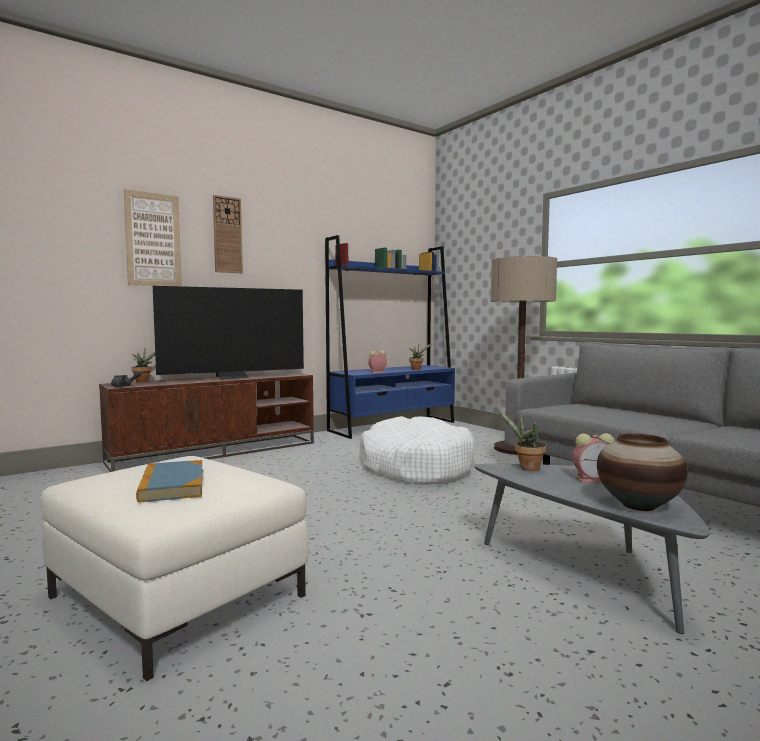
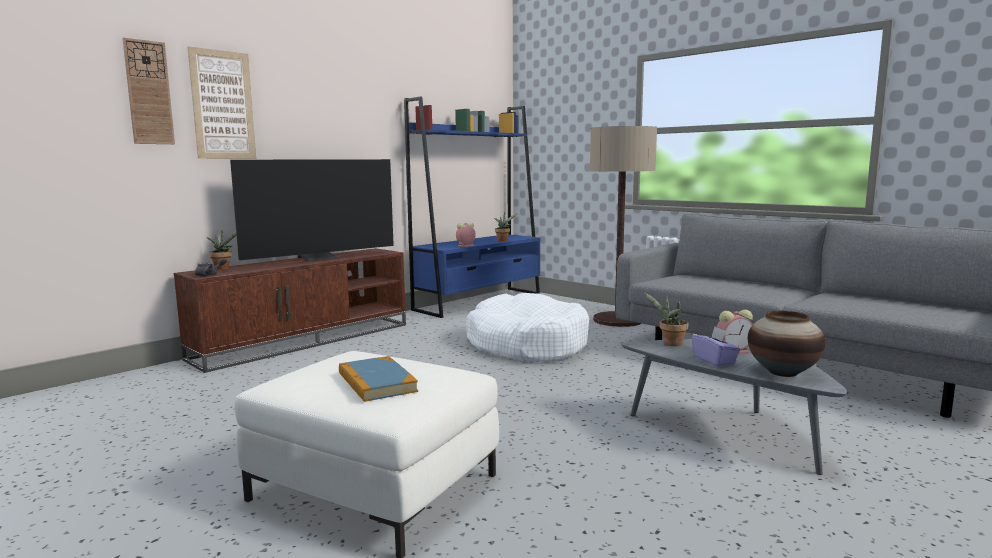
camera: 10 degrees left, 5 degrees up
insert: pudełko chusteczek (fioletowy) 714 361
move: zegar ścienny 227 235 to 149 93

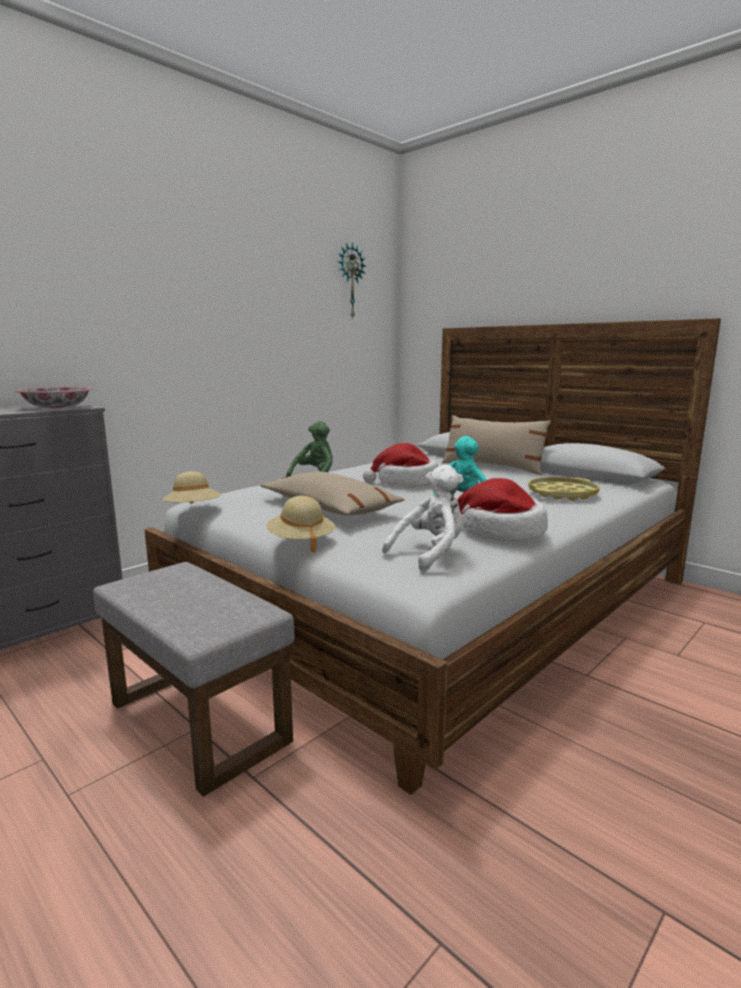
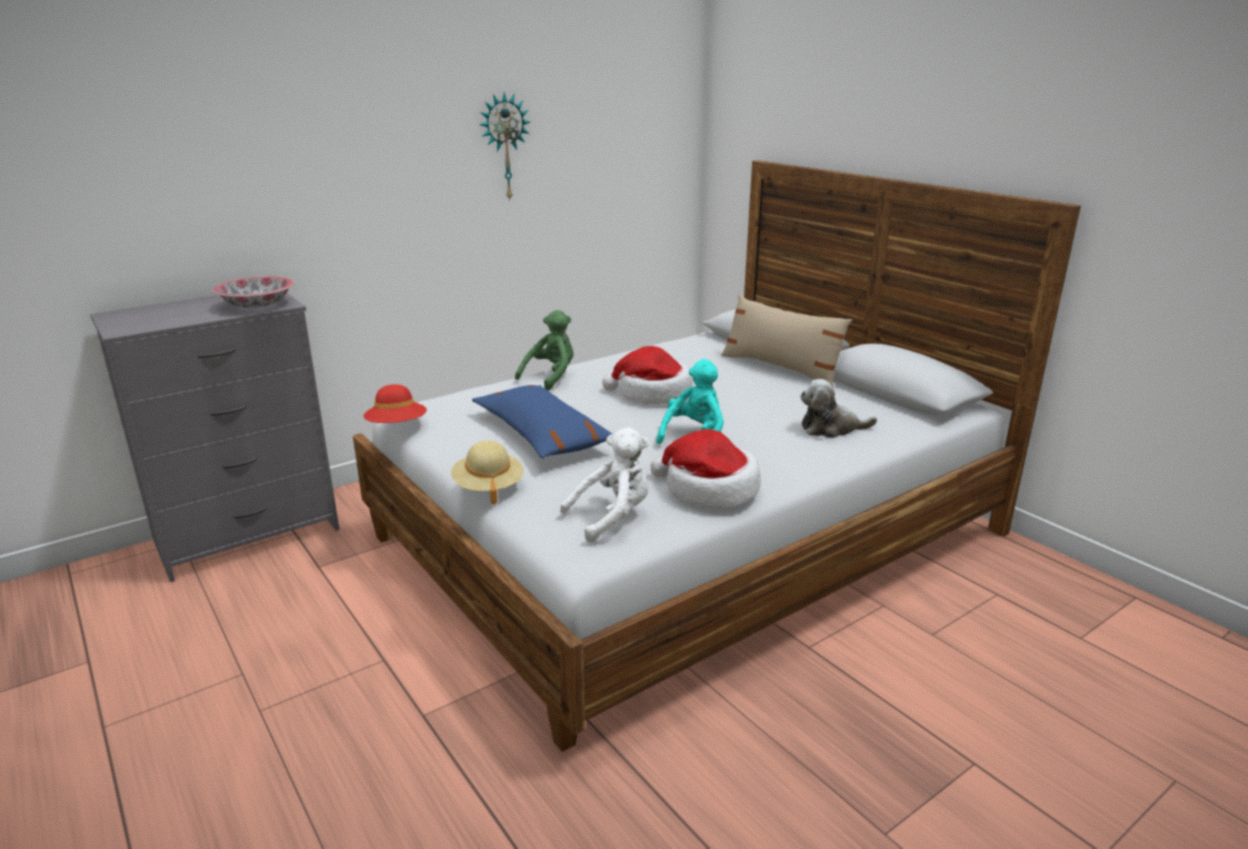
camera: 10 degrees right, 10 degrees up
delete: pufa (szary) 201 721
move: zegar ścienny 350 281 to 504 147
replace: taca (żółty) 562 494 to pluszak 831 428
recolor: kapelusz (beżowy) 193 510 to kapelusz (czerwony) 397 427; poduszka (beżowy) 329 508 to poduszka (niebieski) 542 435

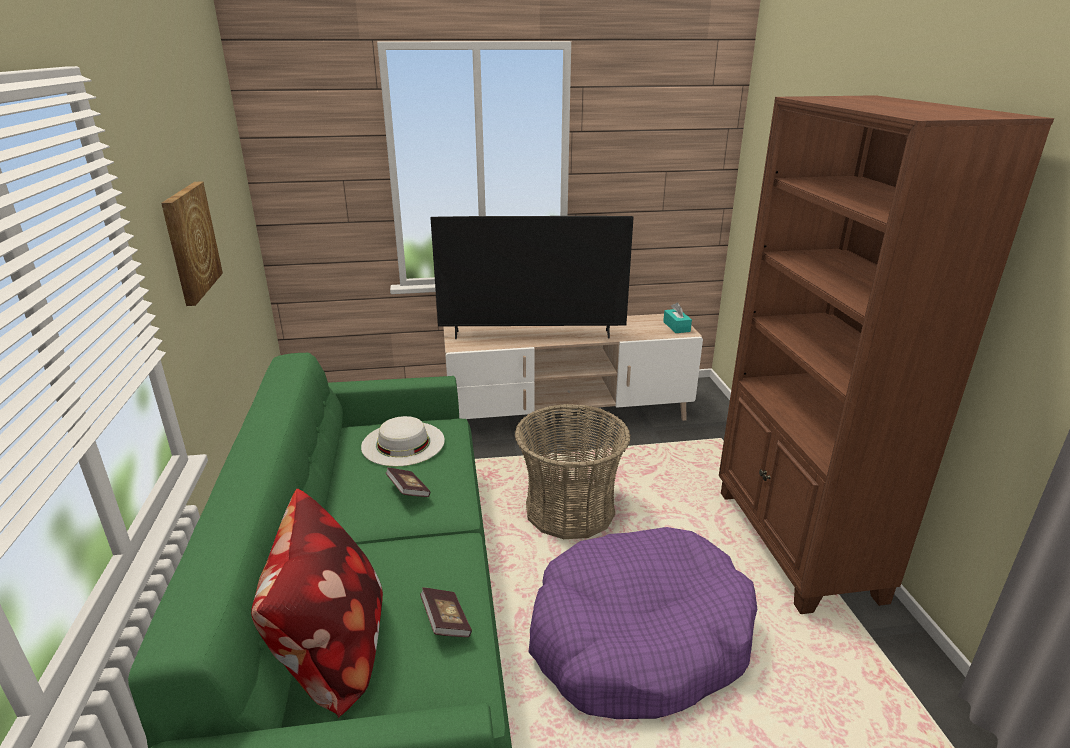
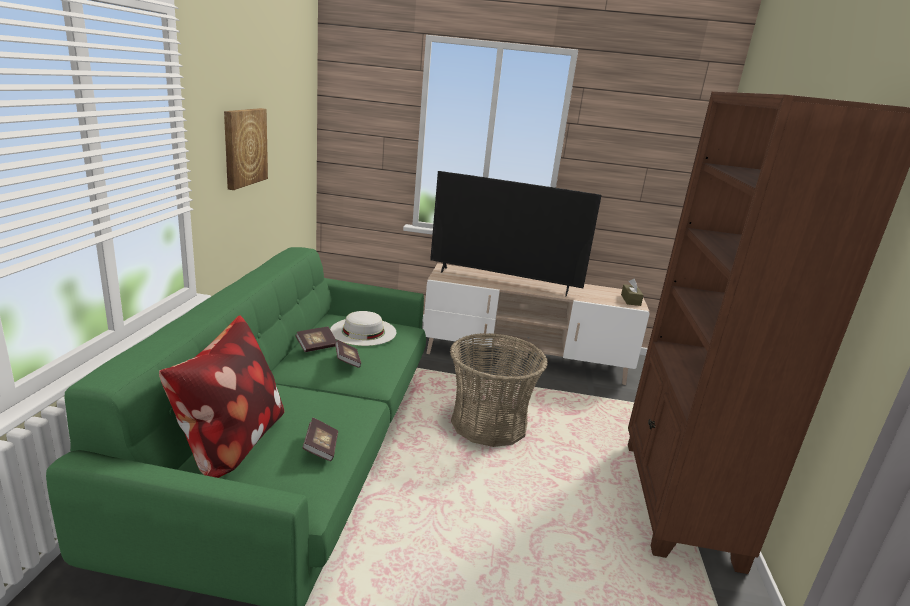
camera: 15 degrees right, 5 degrees down
delete: legowisko (fioletowy) 638 639
insert: książka 316 346
recolor: pudełko chusteczek (turkusowy) 676 327 to pudełko chusteczek (brązowy) 630 300

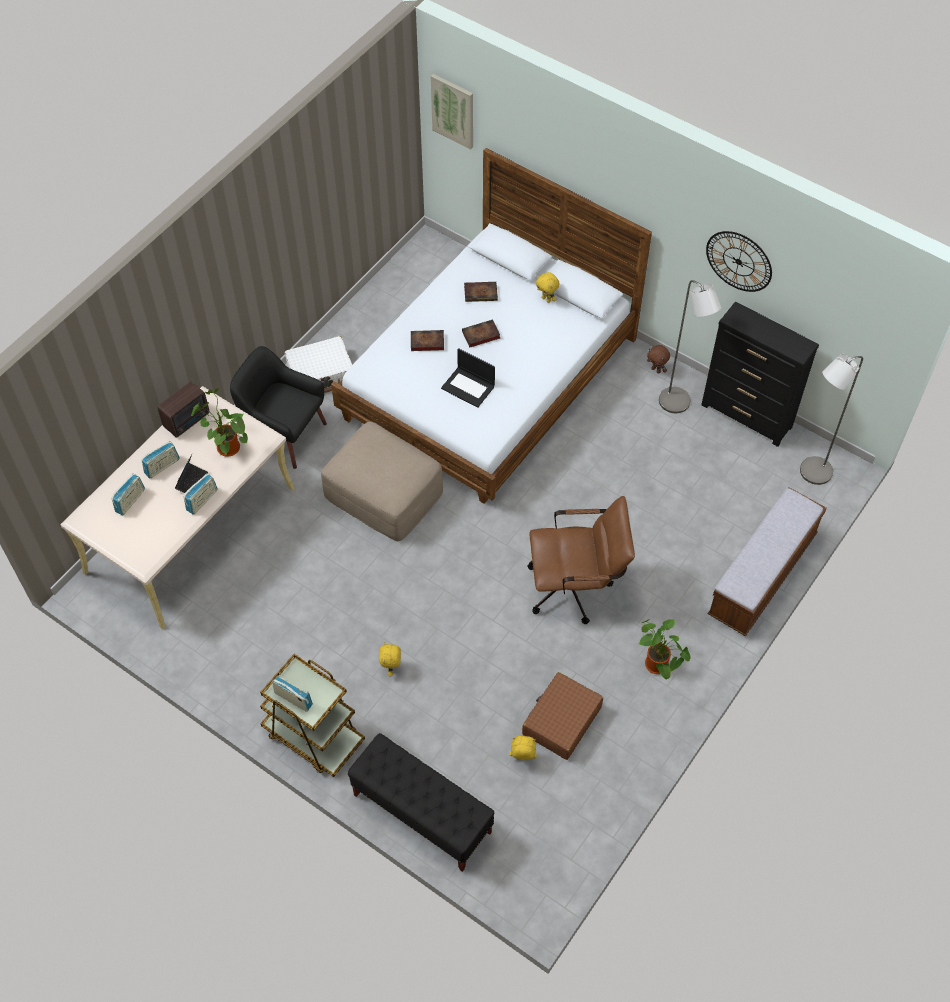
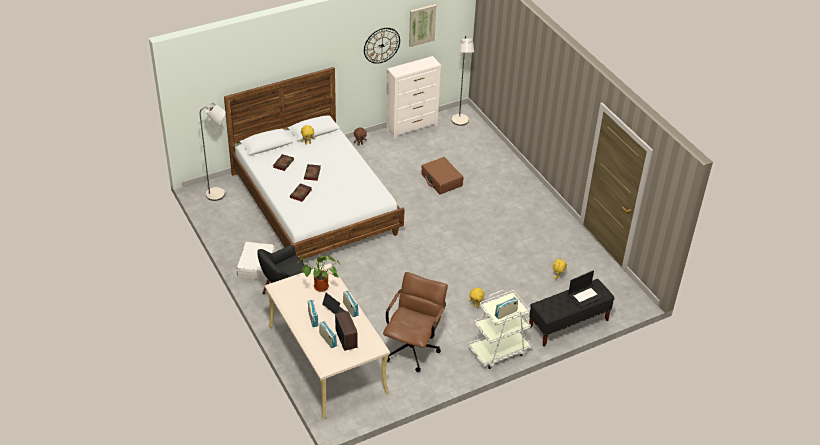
camera: 65 degrees left, 15 degrees down
delete: pufa (beżowy) 384 493; ławka 762 575; roślina doniczkowa 659 666
move: obraz 453 110 to 421 25; lampa stojąca (szary) 678 405 to 219 194; laptop 468 387 to 585 295; radio 188 420 to 346 338; krzesło biurowe (brązowy) 576 587 to 413 346; walizka (brązowy) 561 721 to 441 180
recolor: komoda (czarny) 747 416 to komoda (biały) 412 127; wózek (brązowy) 313 736 to wózek (biały) 499 351

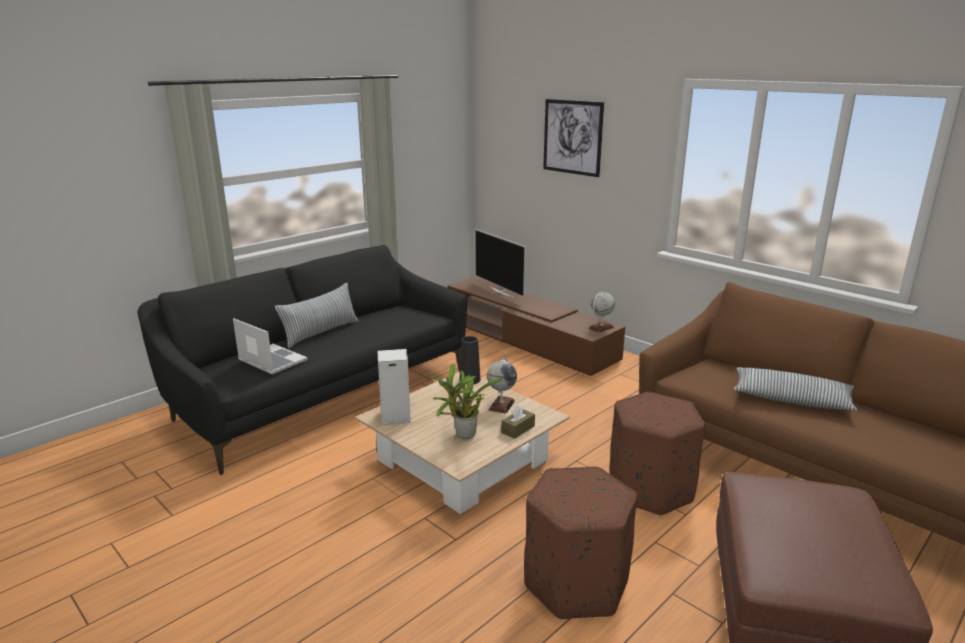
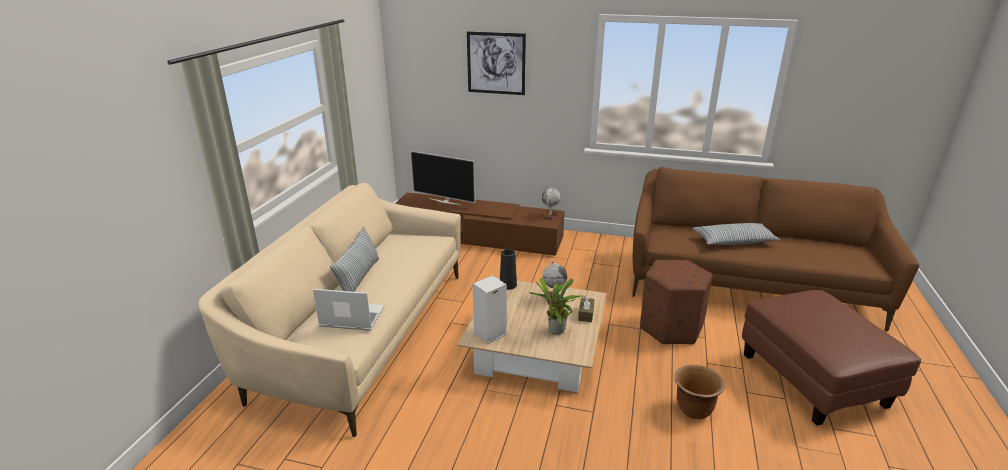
camera: 30 degrees left, 5 degrees up
replace: pufa (brązowy) 576 584 to donica (brązowy) 694 410
recolor: kanapa (czarny) 321 394 to kanapa (beżowy) 362 333

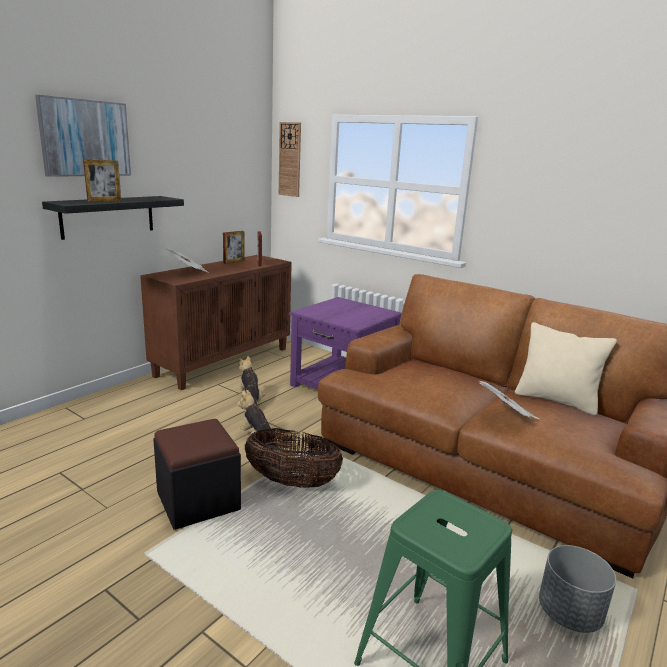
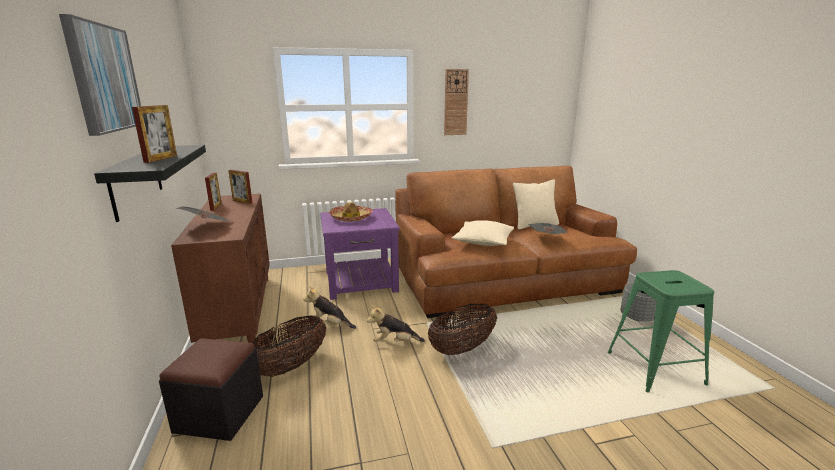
camera: 50 degrees left, 0 degrees up
insert: kapelusz 351 218; poduszka (beżowy) 483 242; koszyk 290 366
move: zegar ścienny 290 159 to 455 102; pufa (czarny) 198 501 to 219 414

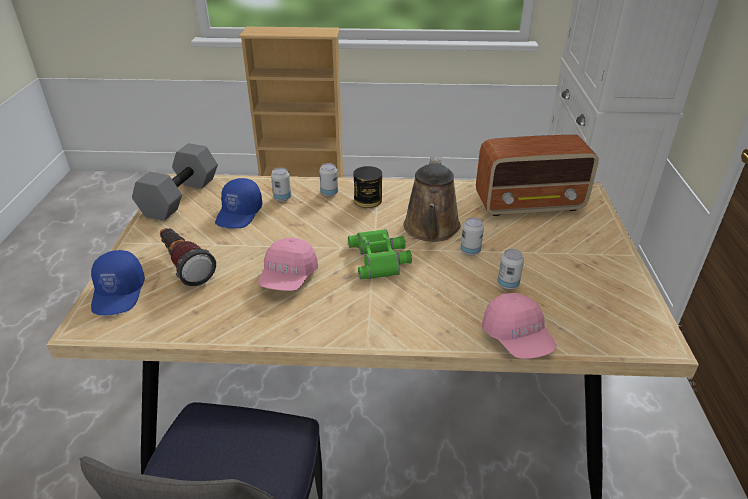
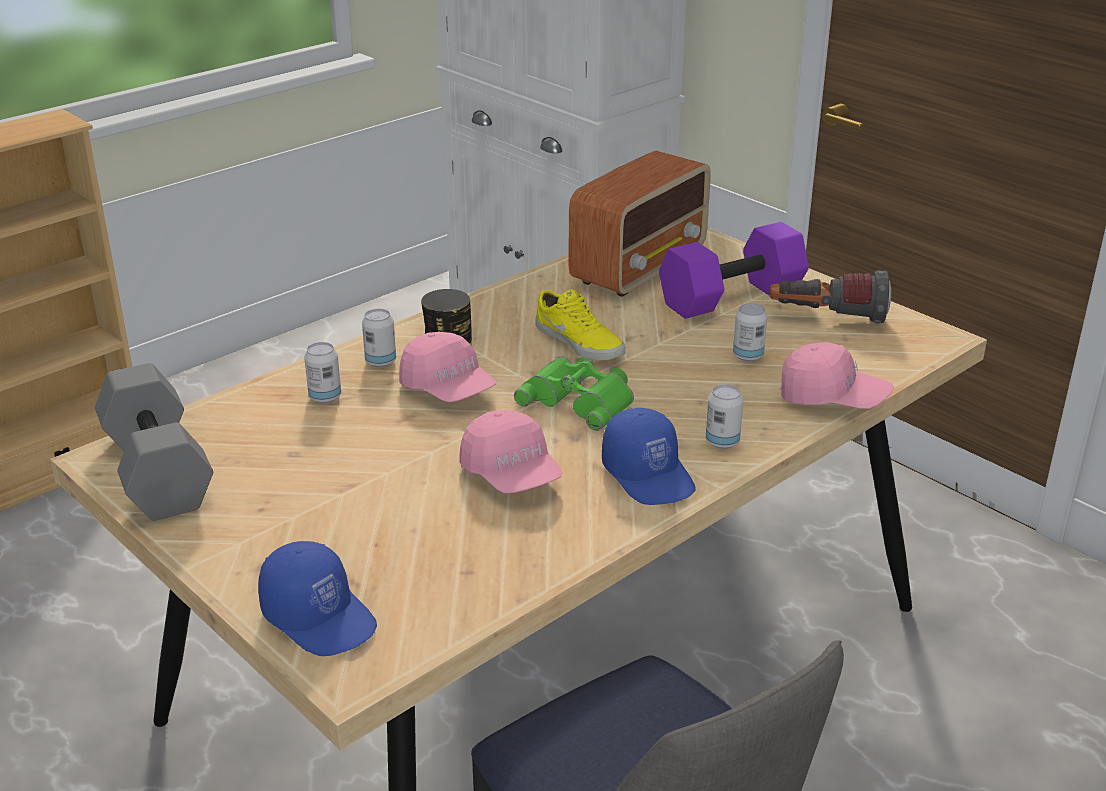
camera: 45 degrees left, 5 degrees down
insert: hantel (fioletowy) 731 298; czapka z daszkiem (różowy) 448 389
move: czapka z daszkiem (niebieski) 240 214 to 649 475; puszka 470 251 to 722 442; latarka 184 266 to 827 318
replace: konewka (brązowy) 431 229 to but (żółty) 581 342

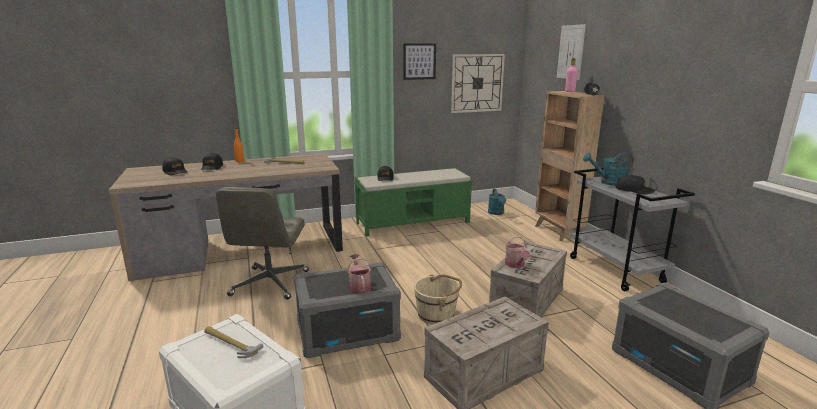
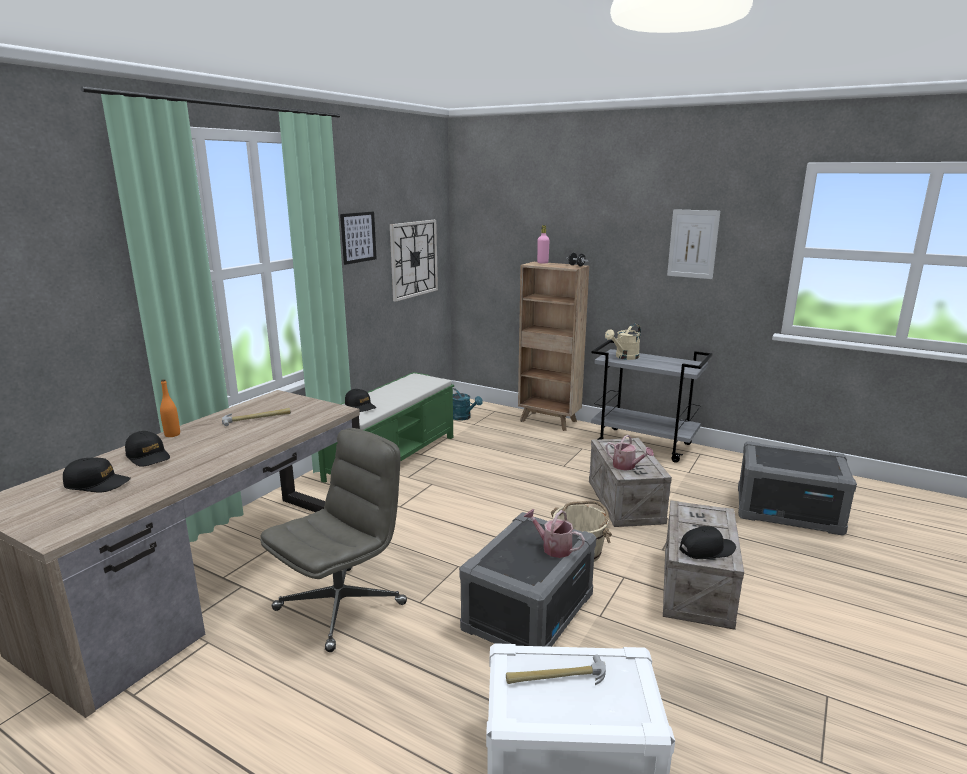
camera: 40 degrees left, 0 degrees up
move: obraz 570 52 to 693 244; czapka z daszkiem (czarny) 634 190 to 707 549
recolor: konewka (turkusowy) 607 182 to konewka (beżowy) 624 357
rotate: krzesło biurowe (szary) 270 283 = 341 605 105 degrees counterclockwise

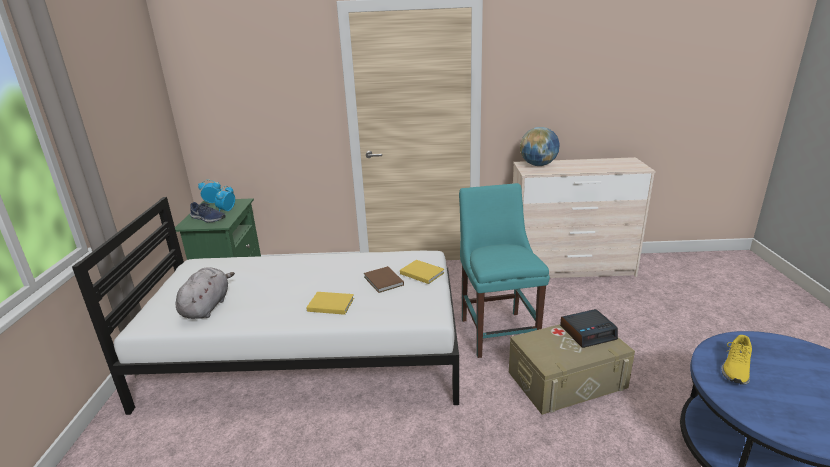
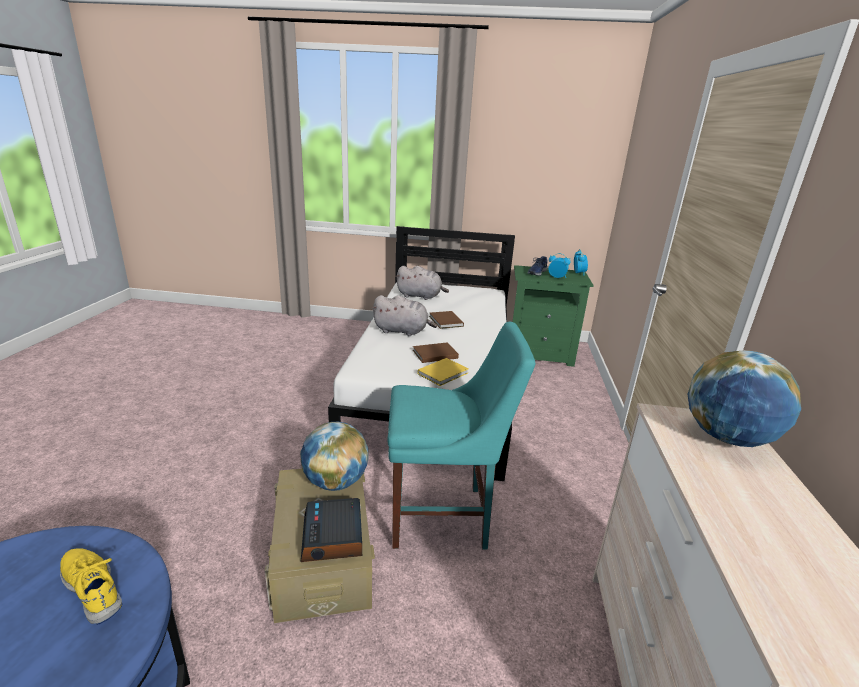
camera: 95 degrees right, 0 degrees up
insert: książka (brązowy) 445 321; globus 335 481
replace: książka (żółty) 330 304 to pluszak (szary) 402 331

